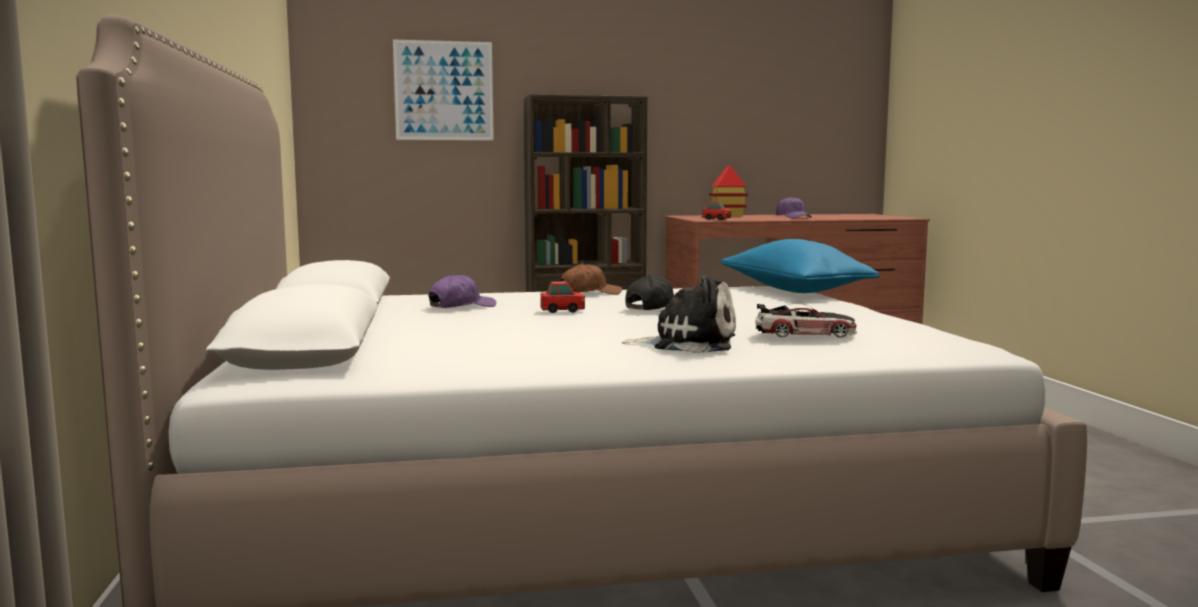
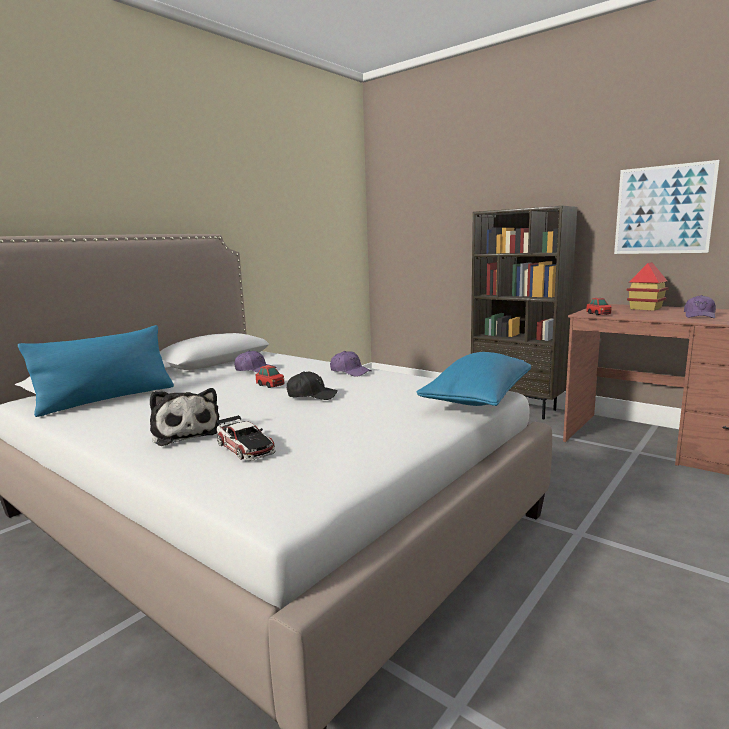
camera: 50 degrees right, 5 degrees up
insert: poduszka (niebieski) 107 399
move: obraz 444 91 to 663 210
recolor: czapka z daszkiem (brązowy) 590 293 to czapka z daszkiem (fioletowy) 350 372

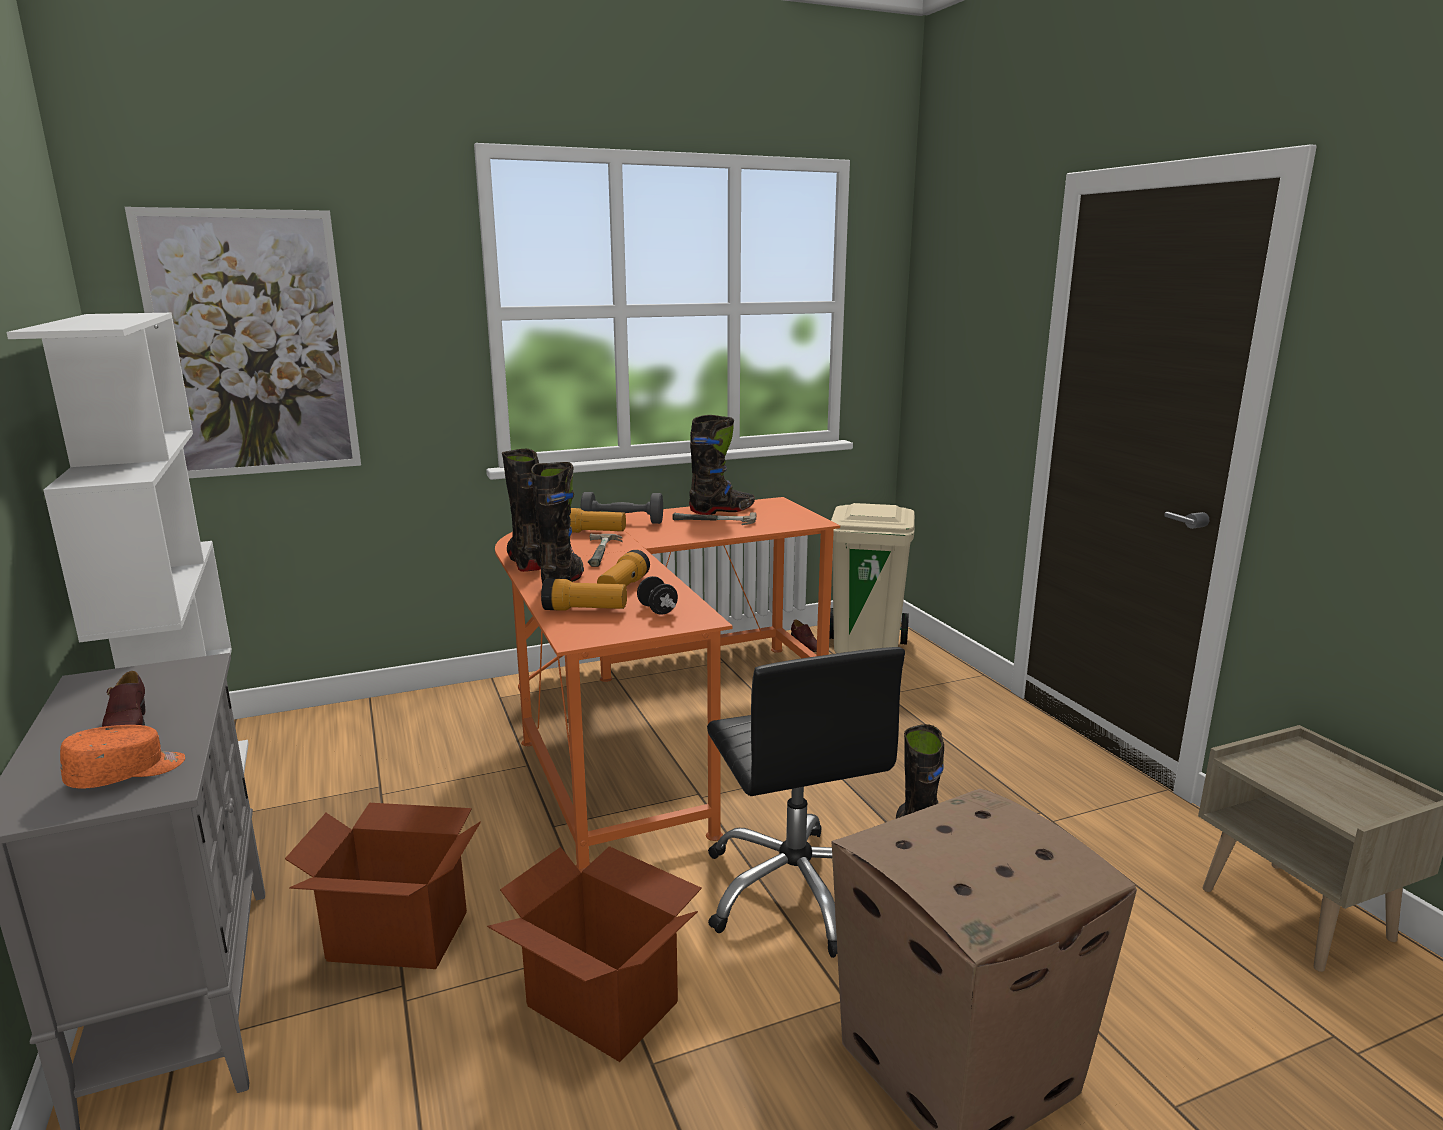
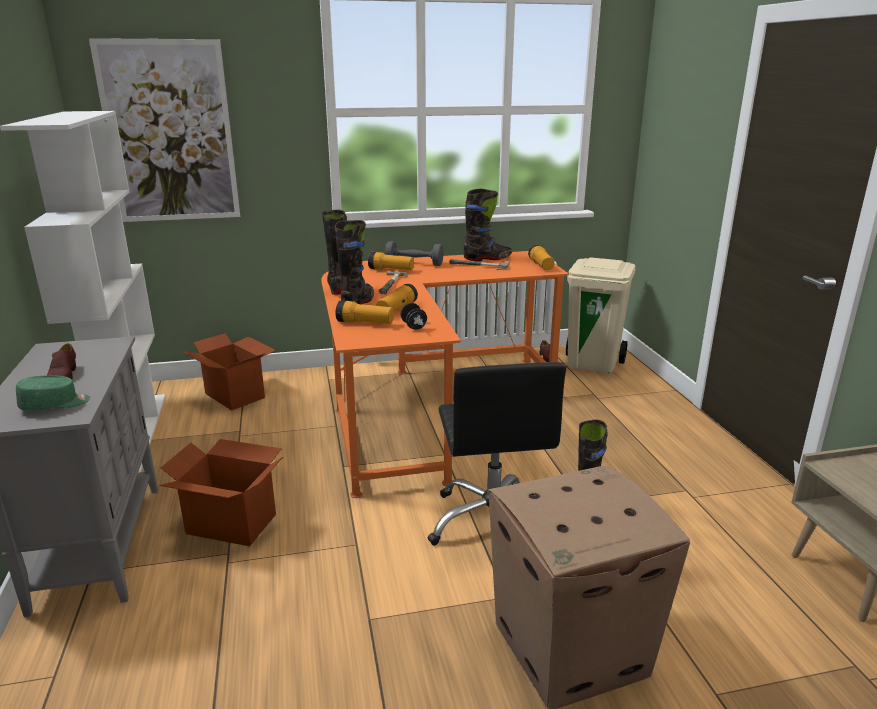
camera: 10 degrees right, 5 degrees up
insert: latarka 541 266
move: karton 603 1003 to 235 395
recolor: czapka z daszkiem (pomarańczowy) 127 773 to czapka z daszkiem (zielony) 55 405

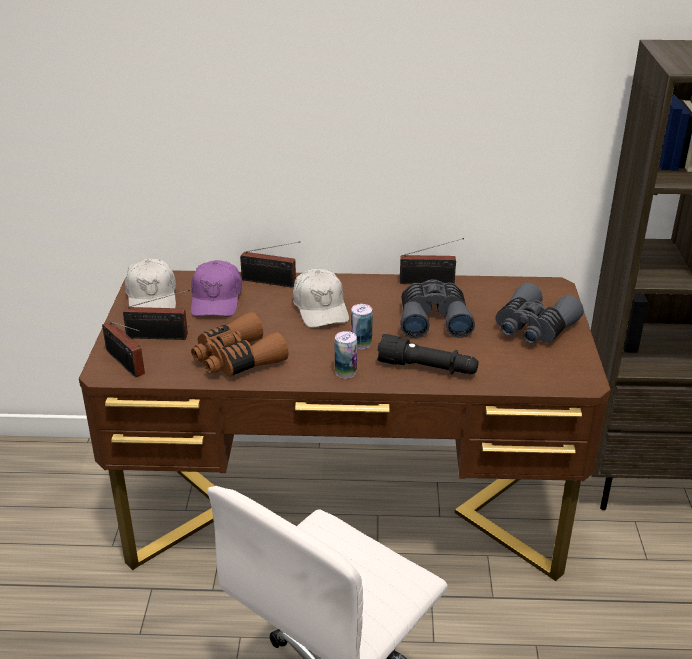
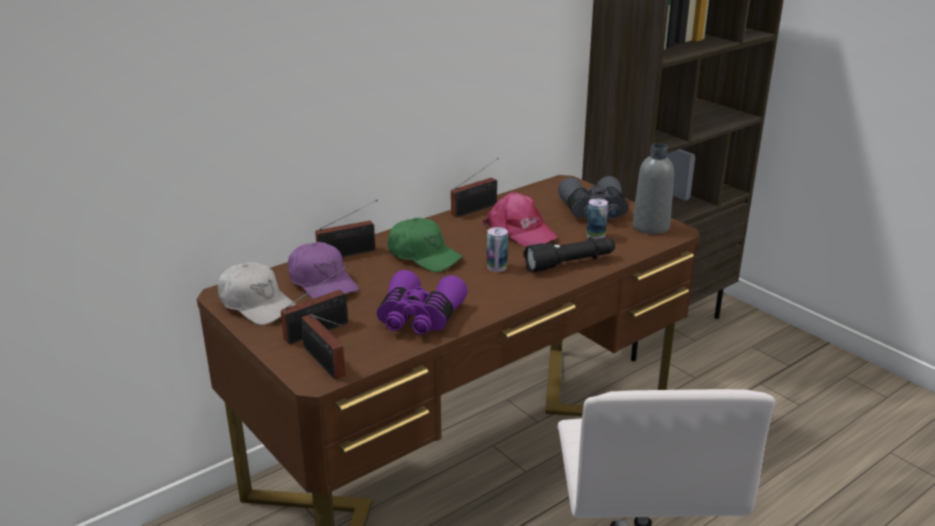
camera: 40 degrees left, 5 degrees down
insert: butelka (szary) 650 227
move: puszka 345 372 to 595 236
replace: lornetka (szary) 433 319 to czapka z daszkiem (różowy) 520 231
recolor: czapka z daszkiem (biały) 321 308 to czapka z daszkiem (zielony) 424 256; lornetka (brązowy) 237 359 to lornetka (fioletowy) 419 318
rotate: radio 126 364 = 325 363 45 degrees clockwise

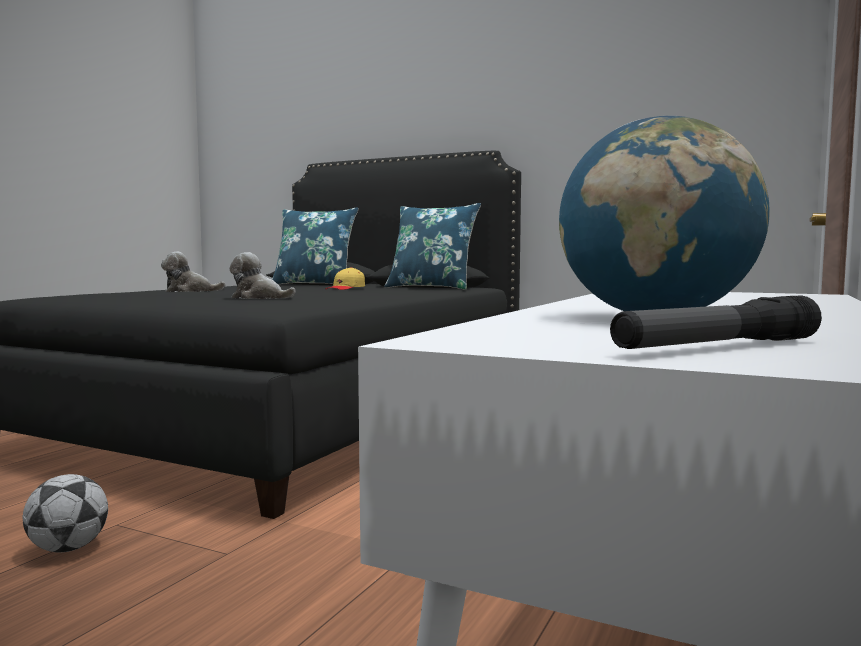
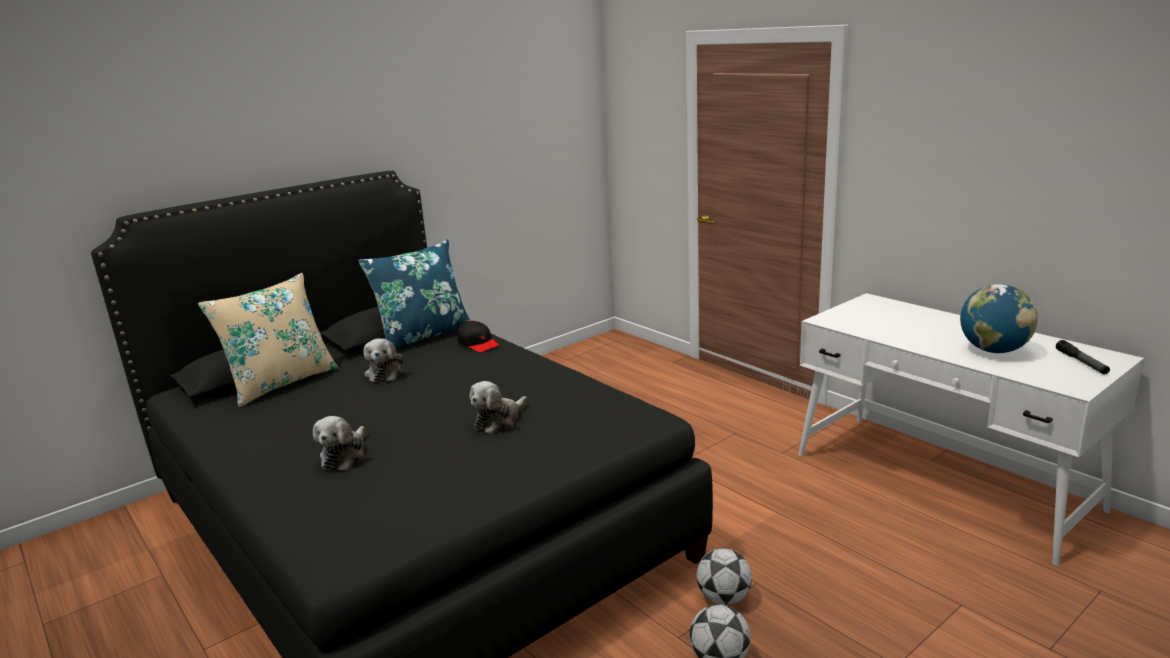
camera: 65 degrees left, 15 degrees up
insert: czapka z daszkiem (czarny) 478 343; piłka futbolowa 723 598
replace: czapka z daszkiem (żółty) 346 288 to pluszak 385 373
recolor: poduszka (niebieski) 314 285 to poduszka (beżowy) 281 383

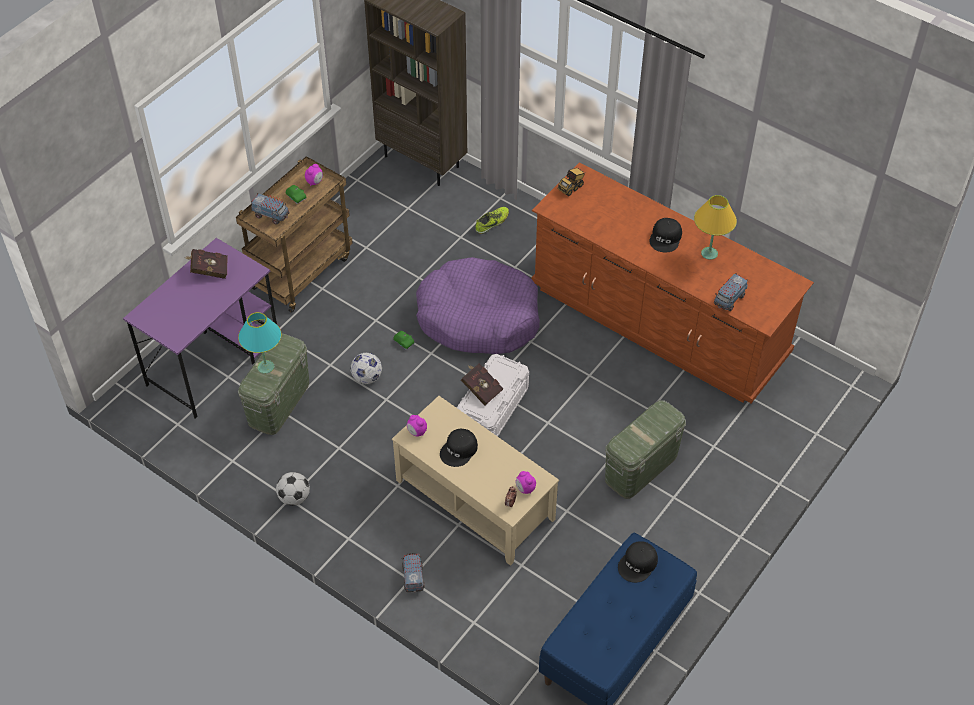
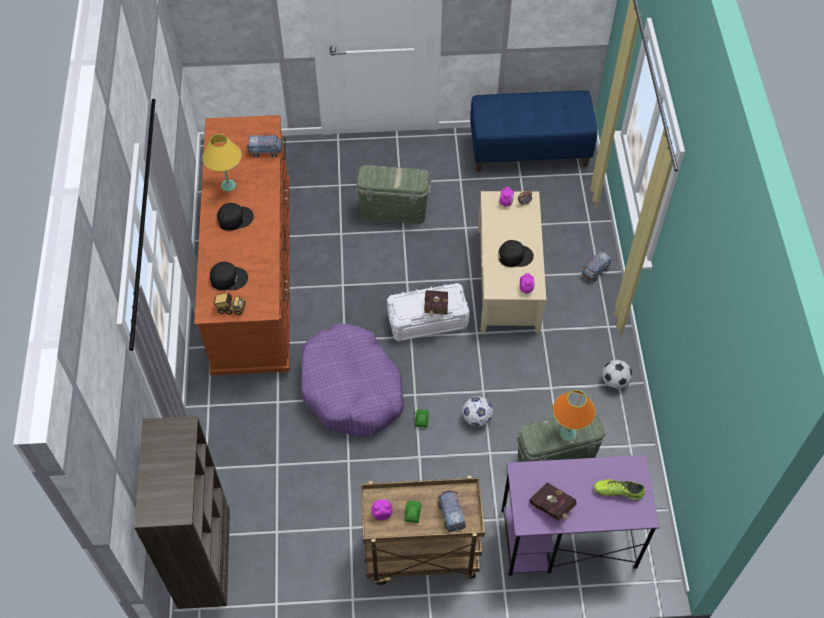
camera: 130 degrees left, 5 degrees up
move: but 492 223 to 618 491; czapka z daszkiem (czarny) 638 564 to 228 278
recolor: lampa stołowa (turkusowy) 265 367 to lampa stołowa (pomarańczowy) 568 433

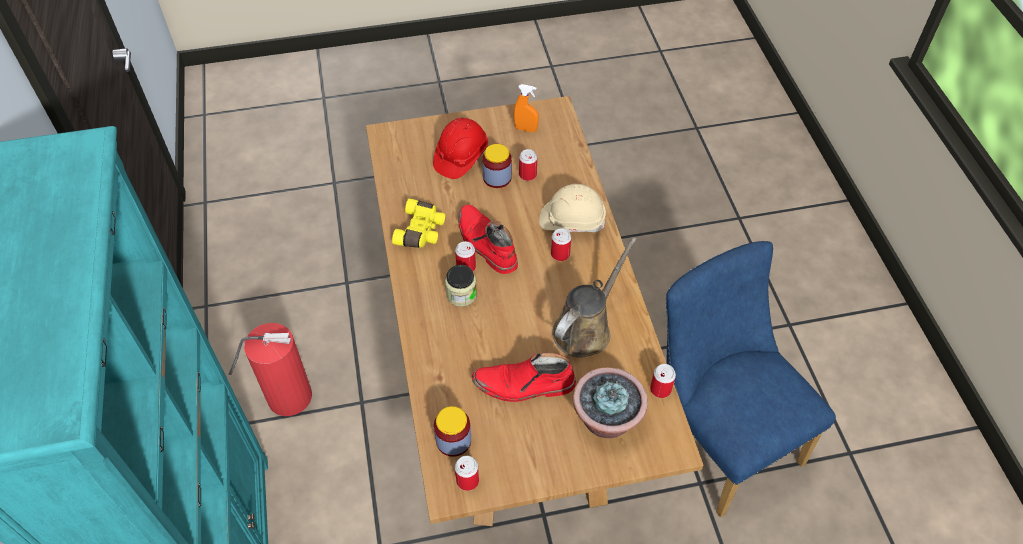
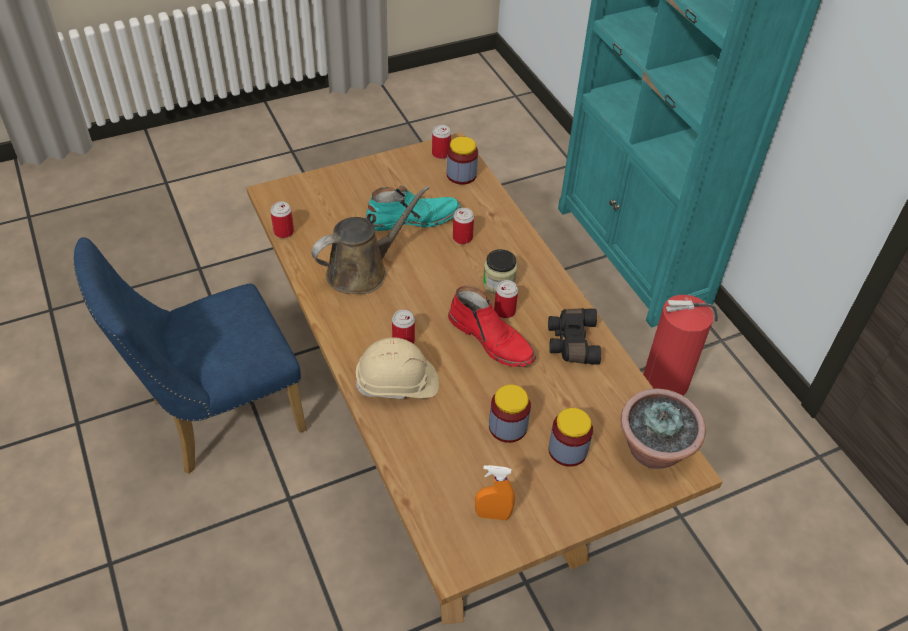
camera: 165 degrees right, 5 degrees down
move: puszka 527 175 to 462 238; roślina doniczkowa 606 420 to 653 451
replace: kask (czerwony) 460 157 to słoik 567 450
recolor: lornetka (żółty) 421 231 to lornetka (czarny) 571 342; but z cholewką (czerwony) 524 385 to but z cholewką (turkusowy) 412 218
rotate: konewka (brązowy) 585 328 = 362 271 150 degrees counterclockwise; krzesło (niebieski) 718 435 = 216 417 105 degrees clockwise

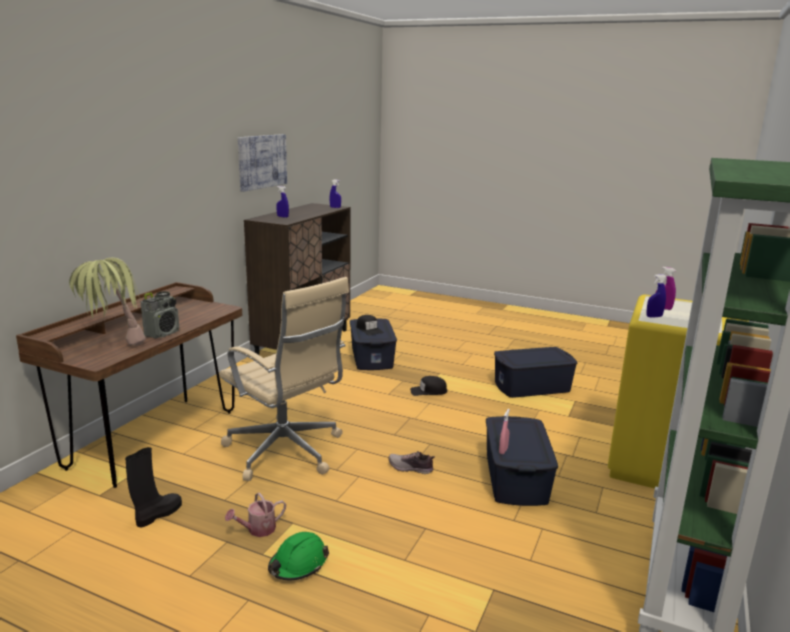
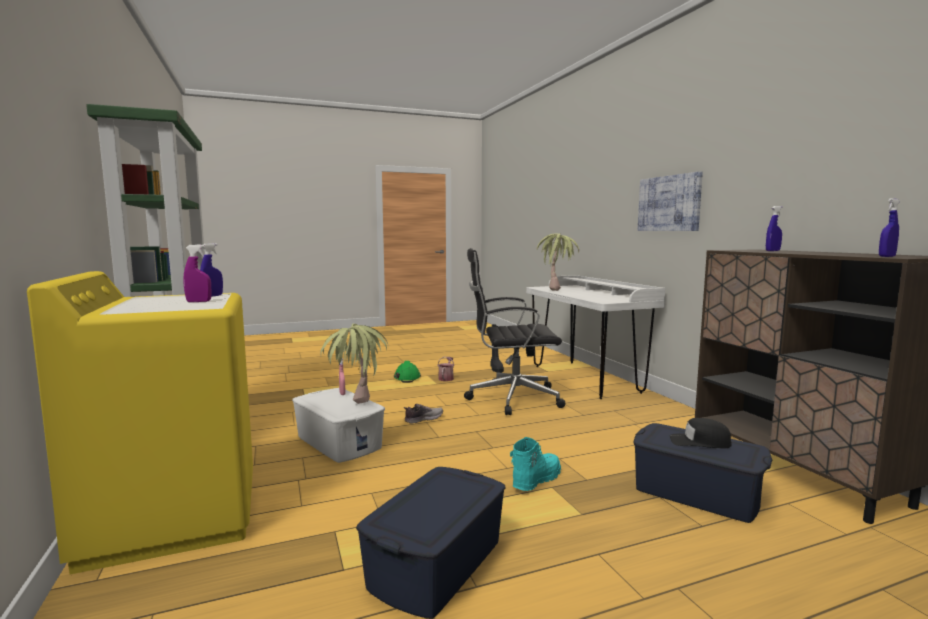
camera: 135 degrees right, 10 degrees down
delete: radio 162 333
insert: roślina doniczkowa 355 409
move: obraz 262 161 to 669 203
replace: czapka z daszkiem (czarny) 428 391 to but z cholewką (turkusowy) 535 480
recolor: krzesło biurowe (beżowy) 286 452 to krzesło biurowe (czarny) 511 398; biurko (brązowy) 154 438 to biurko (biały) 585 378; pojemnik do przechowywania (niebieski) 515 478 to pojemnik do przechowywania (biały) 339 442

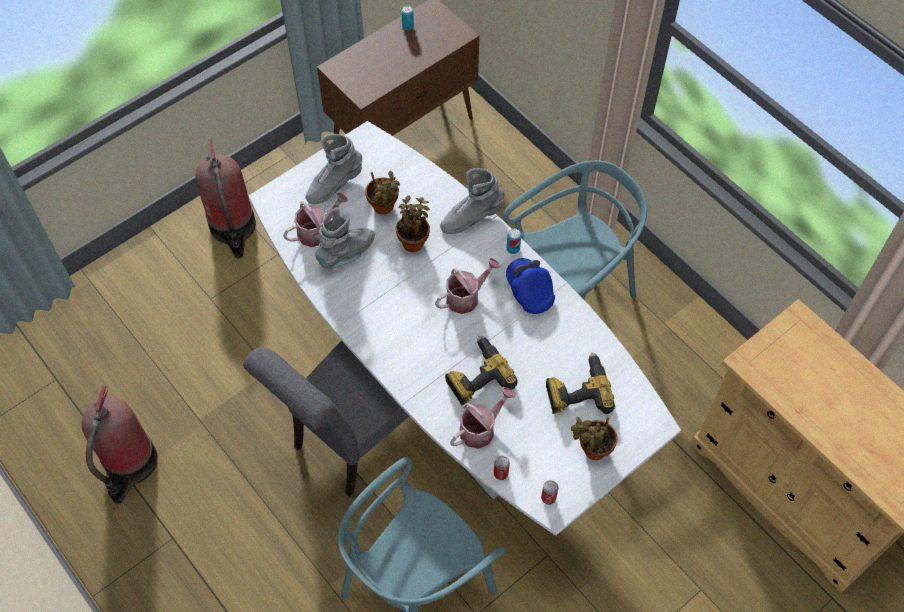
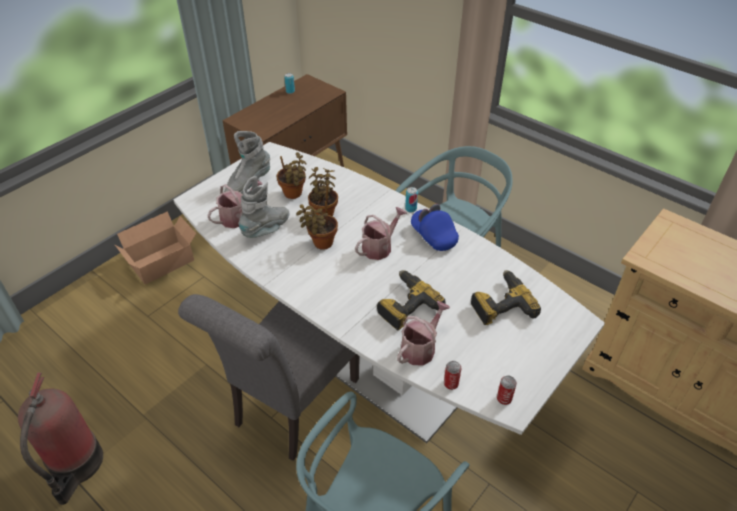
camera: 10 degrees left, 15 degrees down
delete: but z cholewką (szary) 471 218
move: roślina doniczkowa 592 450 to 321 243
replace: gaśnica 233 228 to karton 164 263

